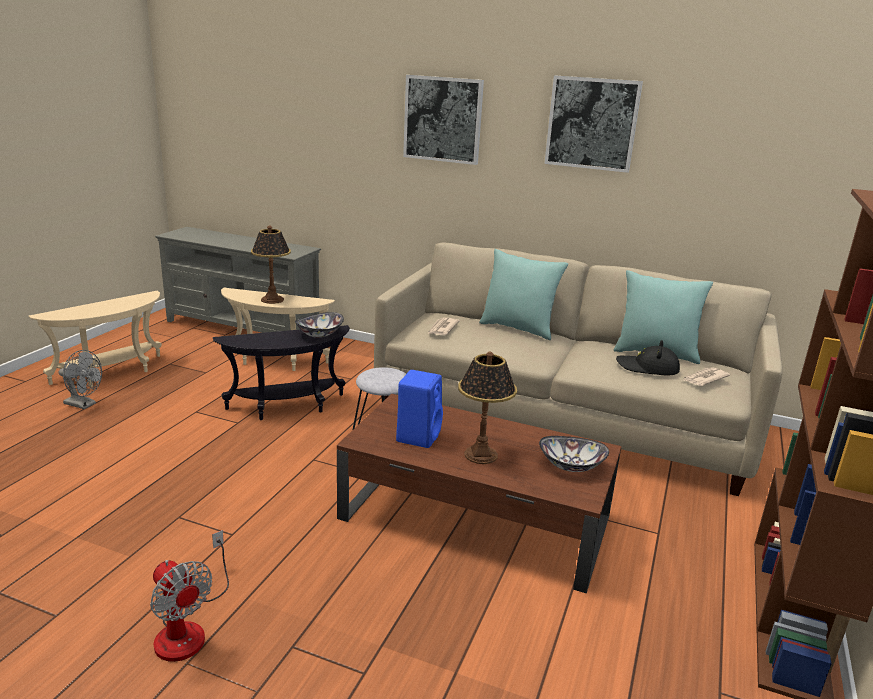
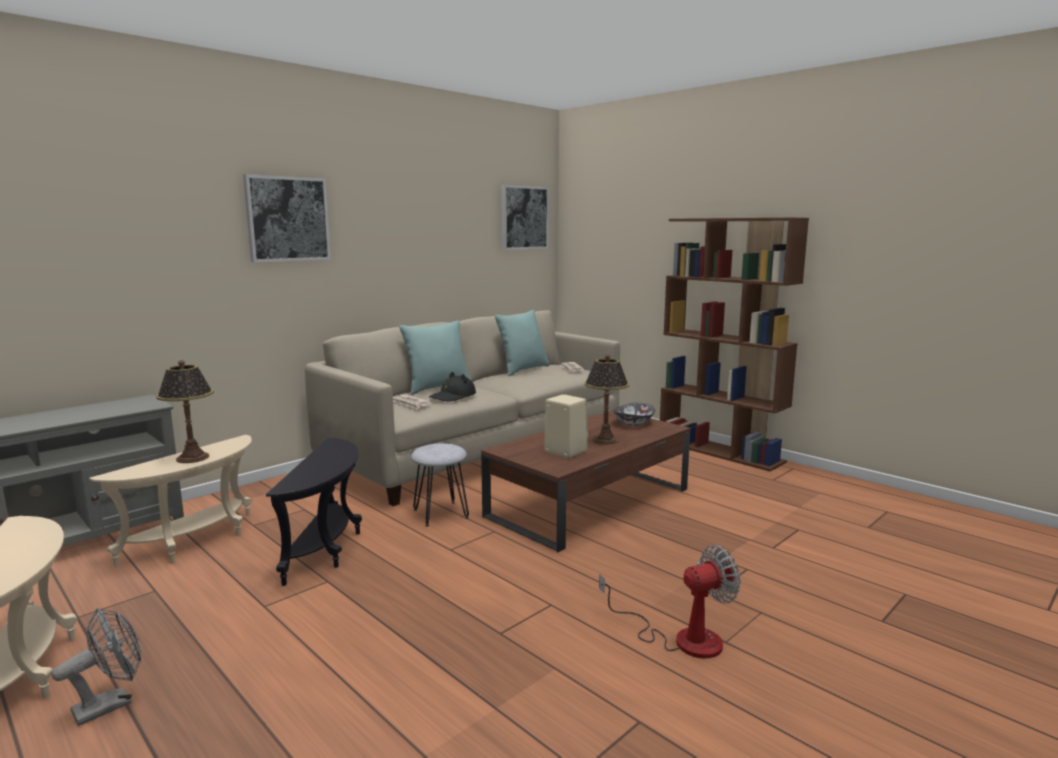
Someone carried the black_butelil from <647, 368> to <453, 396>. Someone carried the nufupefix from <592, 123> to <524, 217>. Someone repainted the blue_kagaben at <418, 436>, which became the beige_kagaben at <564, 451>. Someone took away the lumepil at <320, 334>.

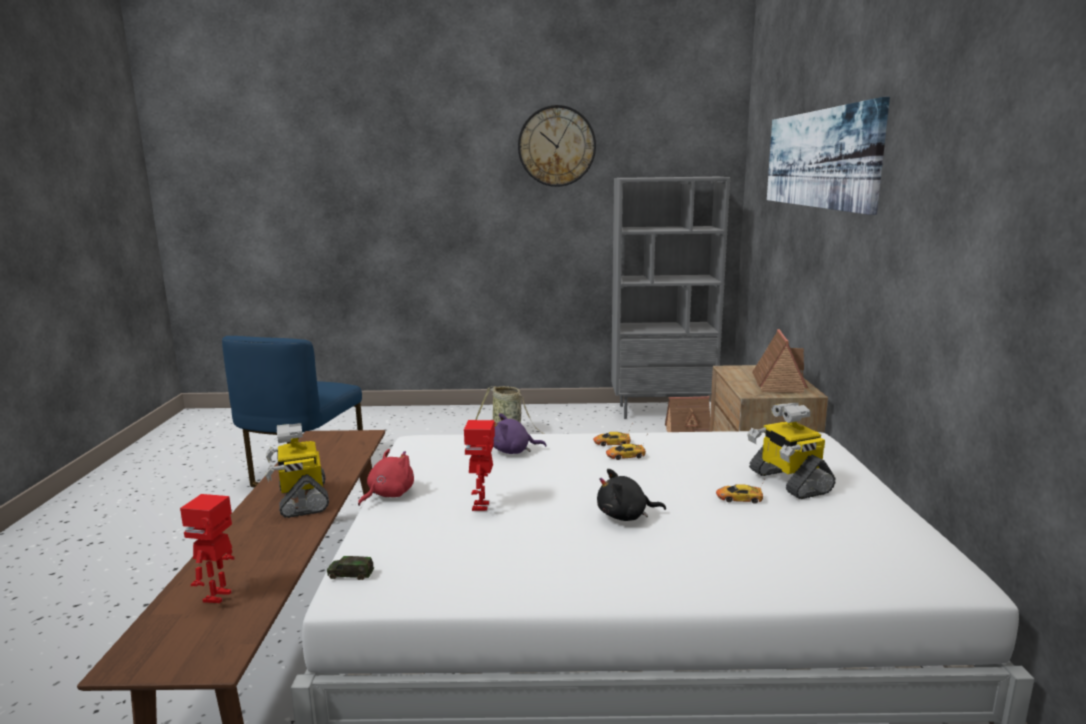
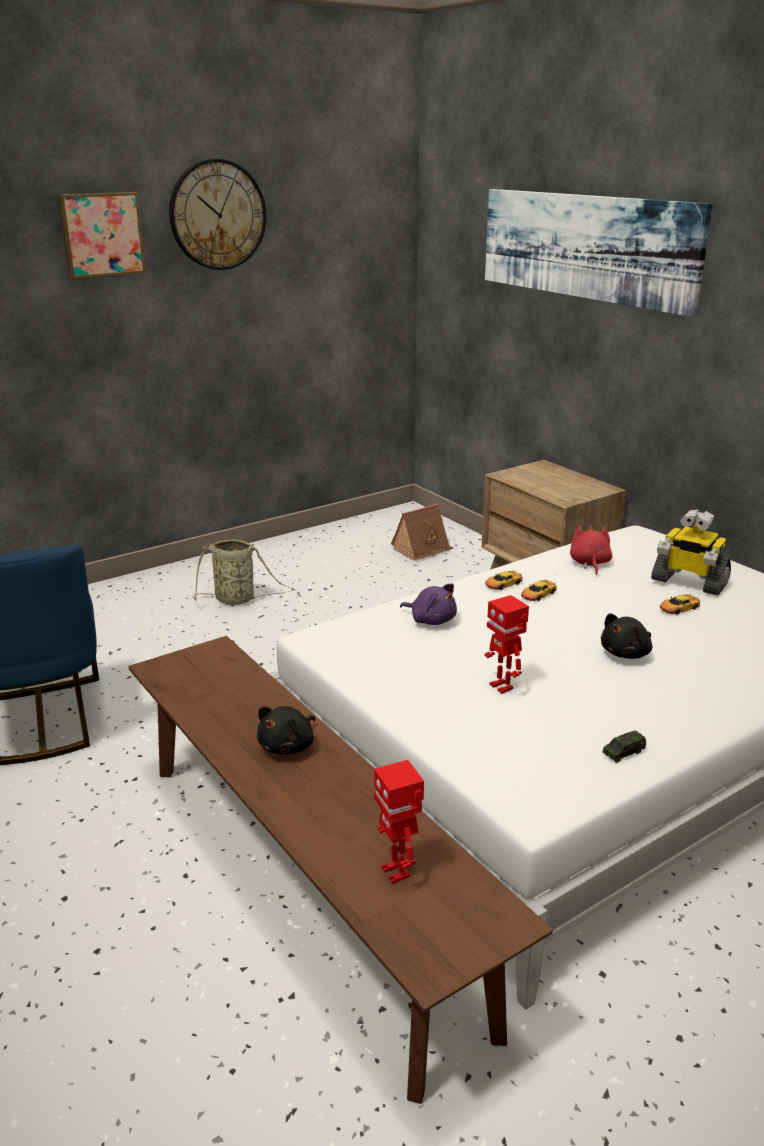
Someone put up the nufupefix at <101, 234>. Someone swapped the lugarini at <302, 500> for the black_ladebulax at <288, 746>. Someone rotated the purple_ladebulax at <513, 451> by 105 degrees counterclockwise. Someone carried the red_ladebulax from <388, 494> to <589, 563>. Someone carried the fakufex from <351, 574> to <623, 752>. Someone took away the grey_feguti at <662, 411>. Someone took away the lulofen at <777, 384>.

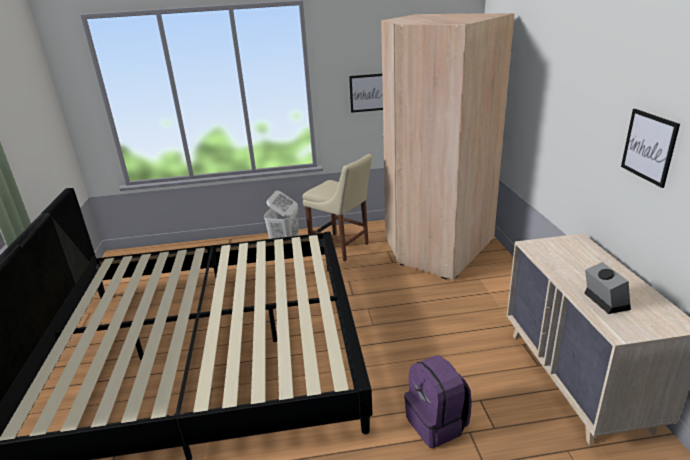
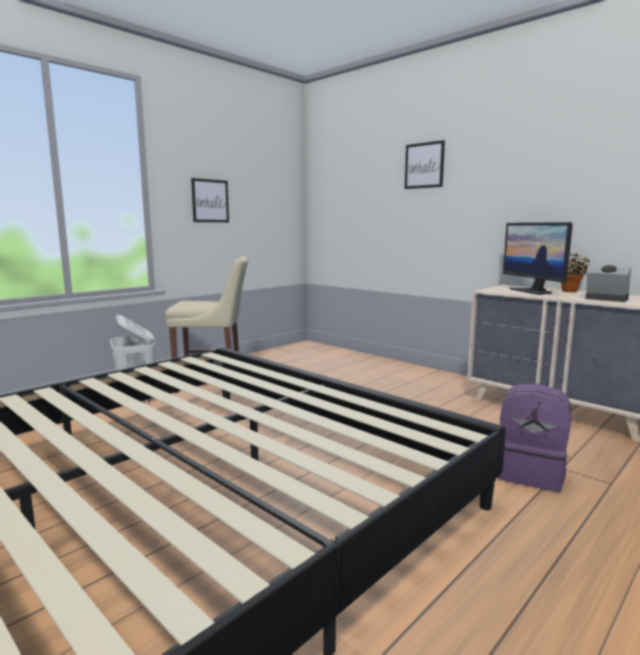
Someone carried the nufupefix from <649, 147> to <424, 165>. Someone put down the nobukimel at <533, 291>. Someone put down the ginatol at <571, 291>. Someone took away the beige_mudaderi at <434, 246>.

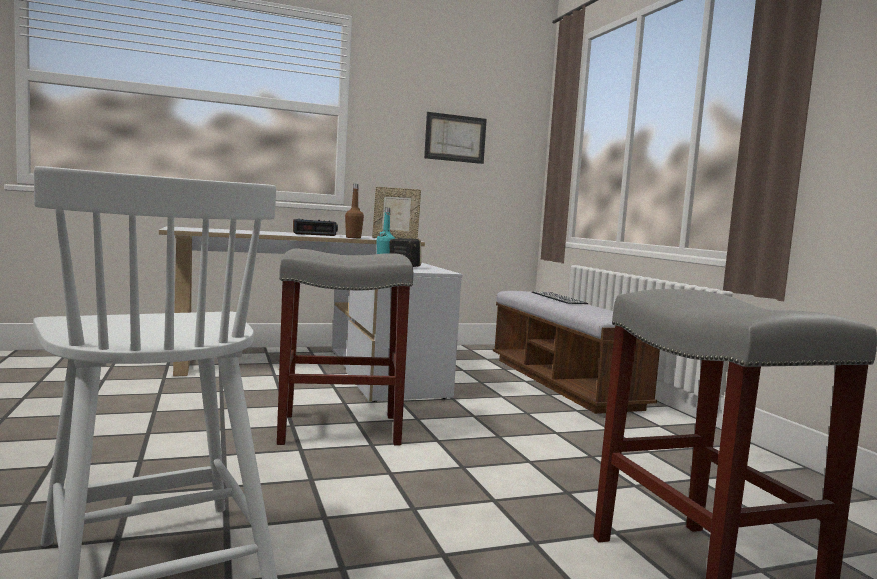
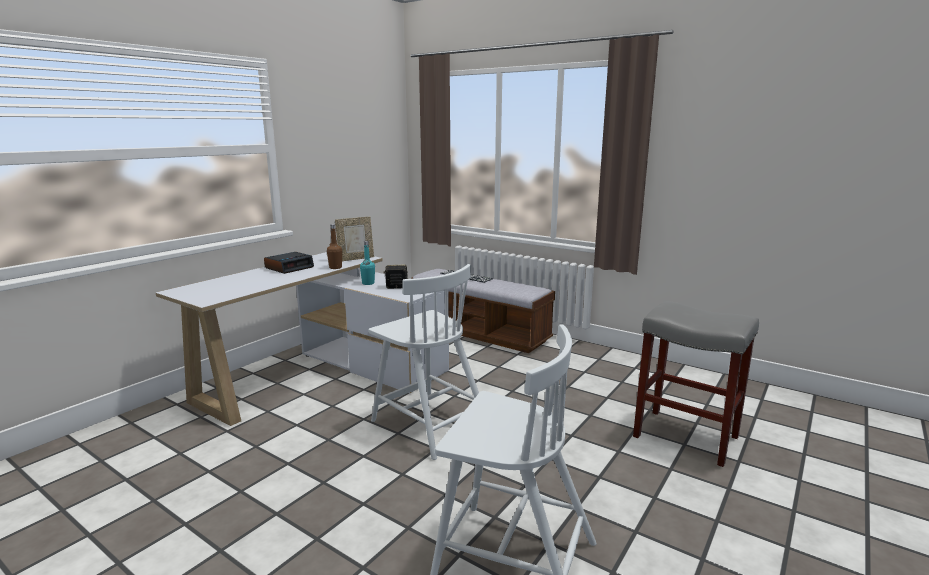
Someone swapped the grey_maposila at <338, 429> for the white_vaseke at <428, 424>. Someone took away the nufupefix at <455, 138>.

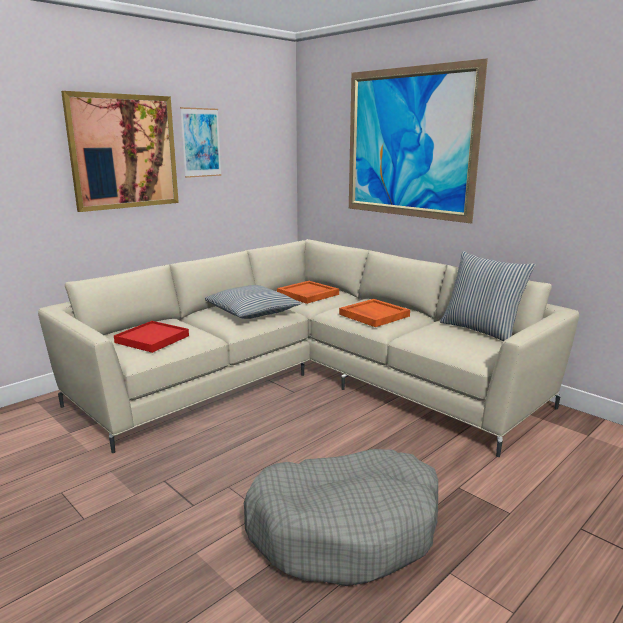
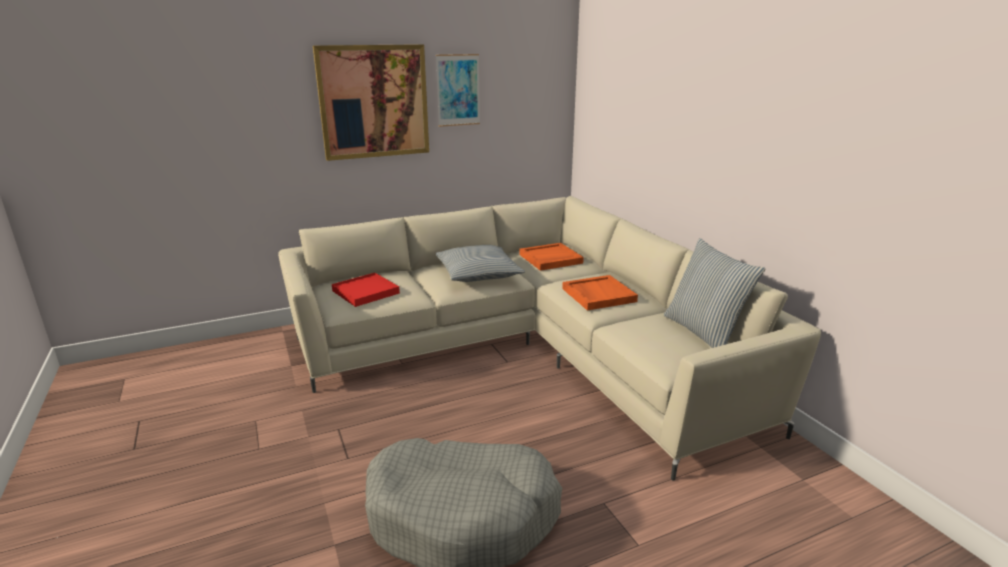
Someone took away the nufupefix at <408, 143>.

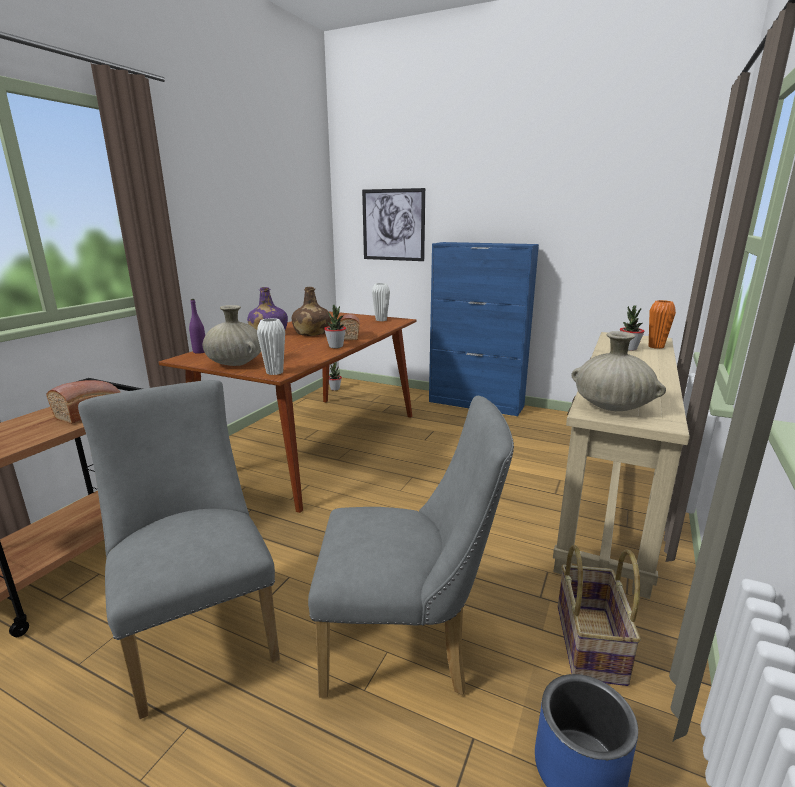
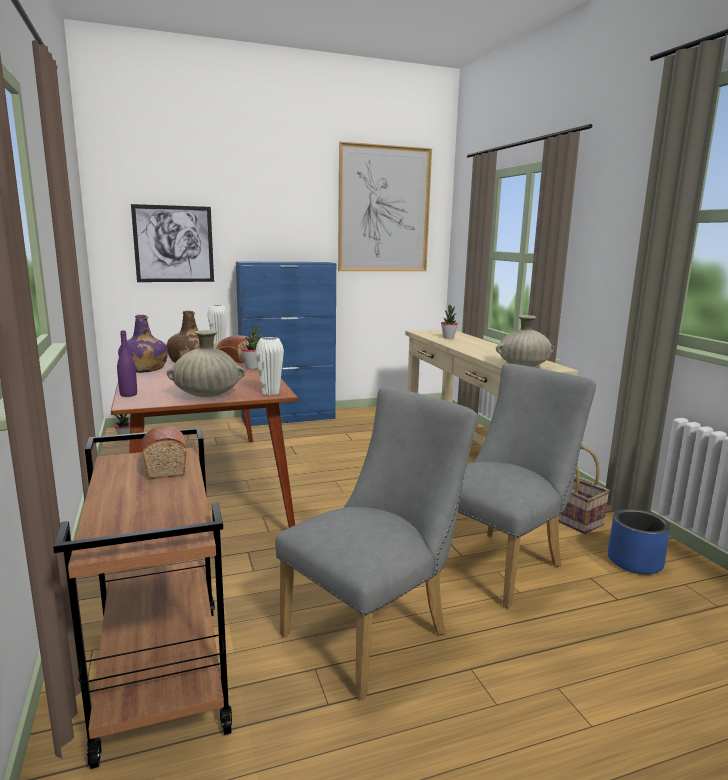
Someone rotated the grey_vaseke at <200, 630> by 120 degrees clockwise. Someone put up the nufupefix at <384, 209>. Someone took away the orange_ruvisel at <656, 347>.

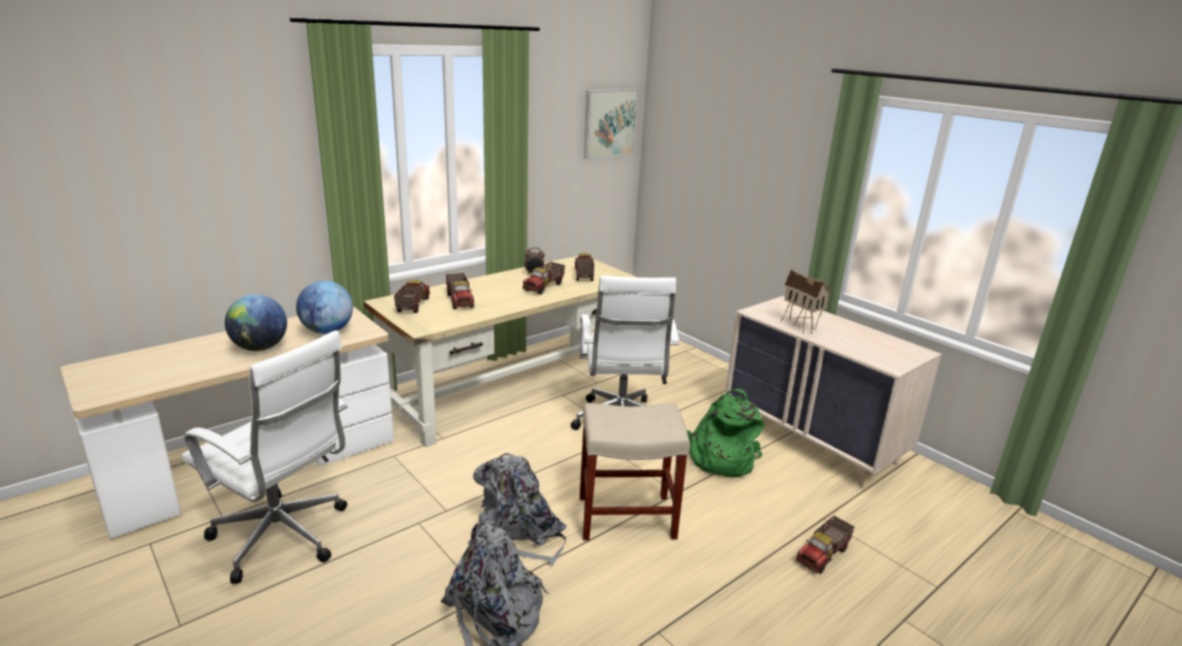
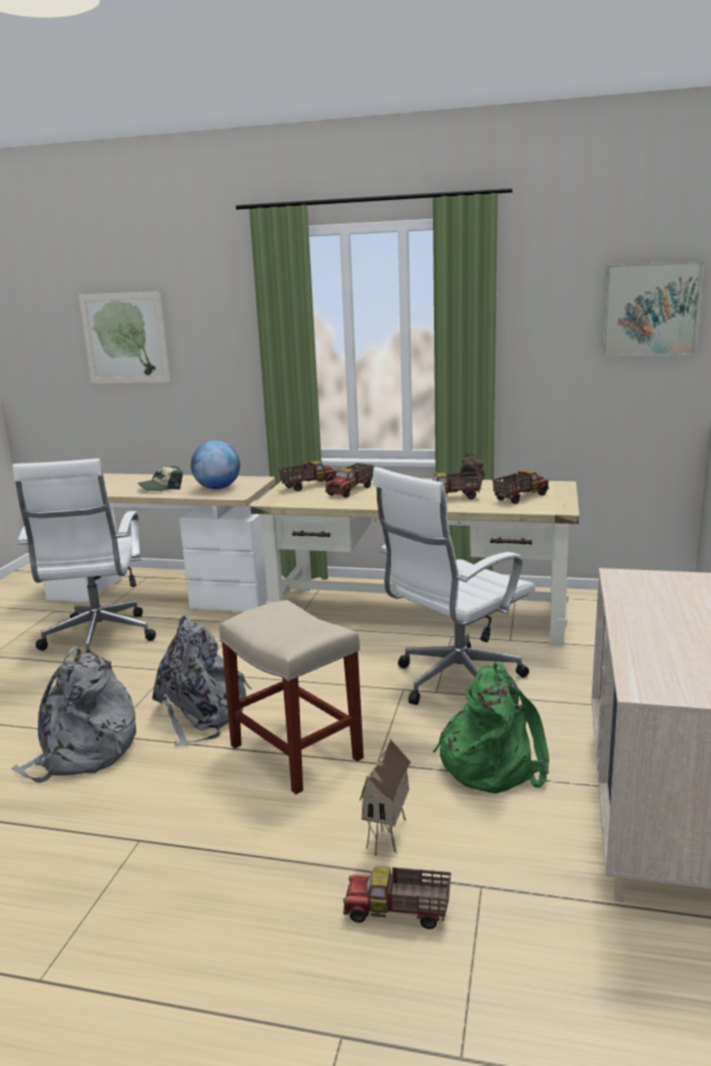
Someone put up the nufupefix at <125, 338>. Someone swapped the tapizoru at <260, 348> for the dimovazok at <161, 487>. Someone carried the lulofen from <800, 327> to <389, 838>.

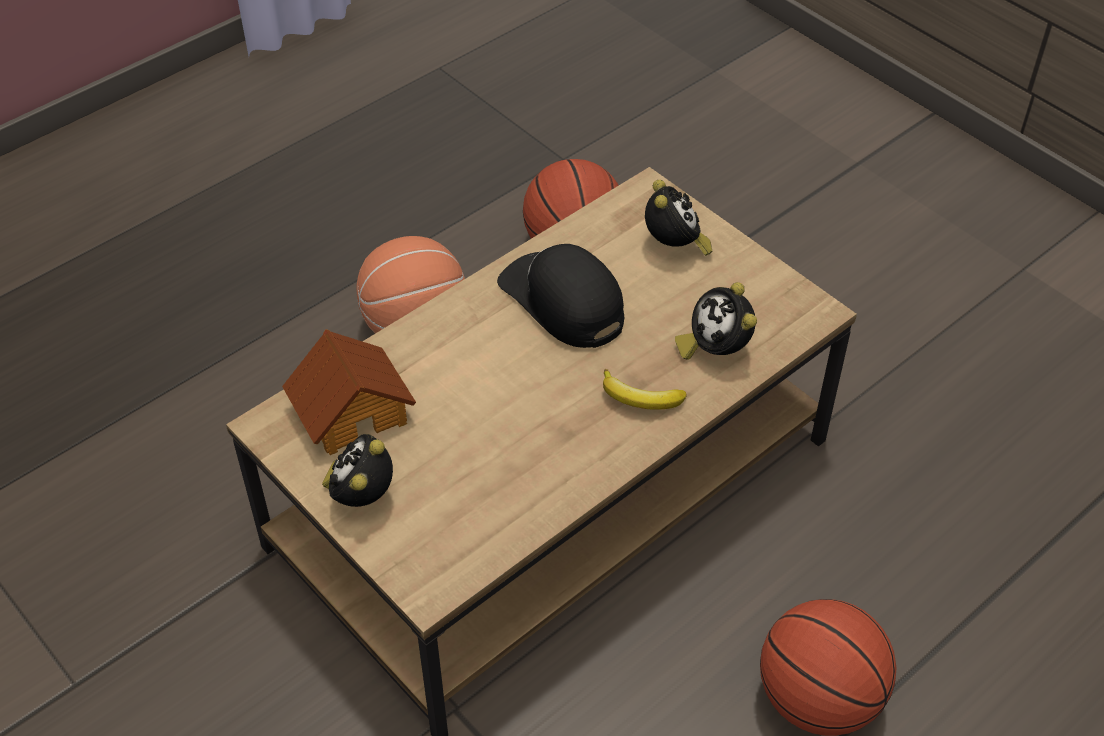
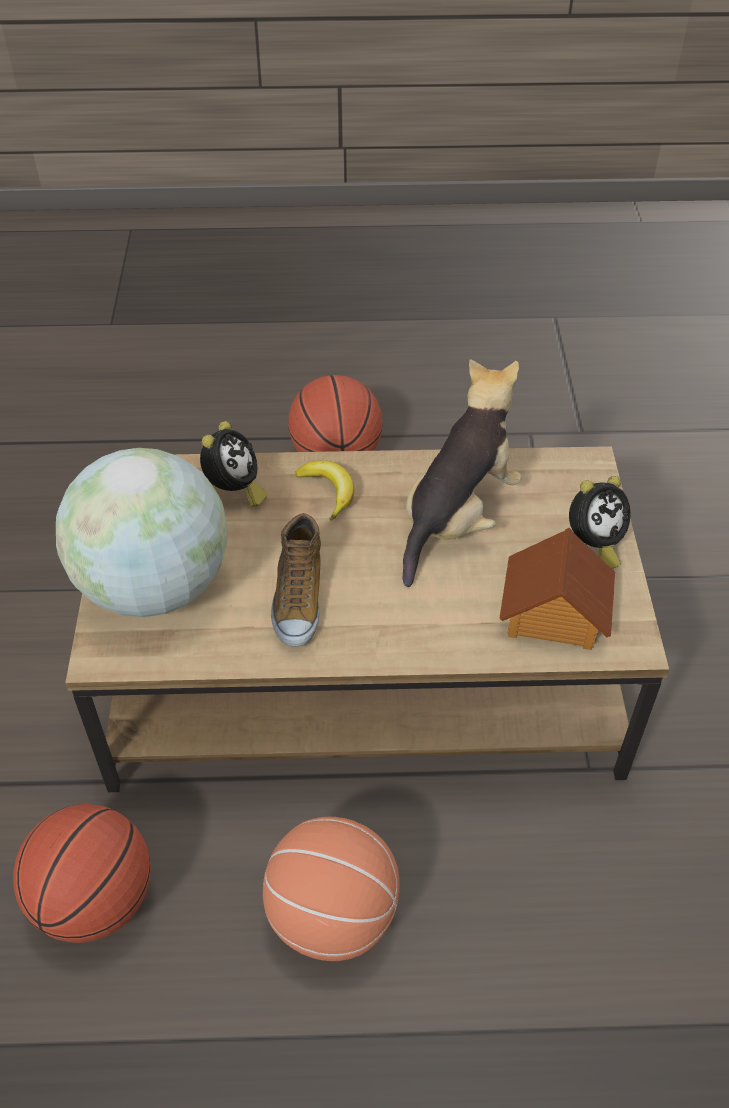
Someone swapped the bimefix at <674, 247> for the tapizoru at <154, 586>. Someone swapped the black_dimovazok at <563, 301> for the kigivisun at <297, 598>. Someone put down the ladebulax at <457, 517>.

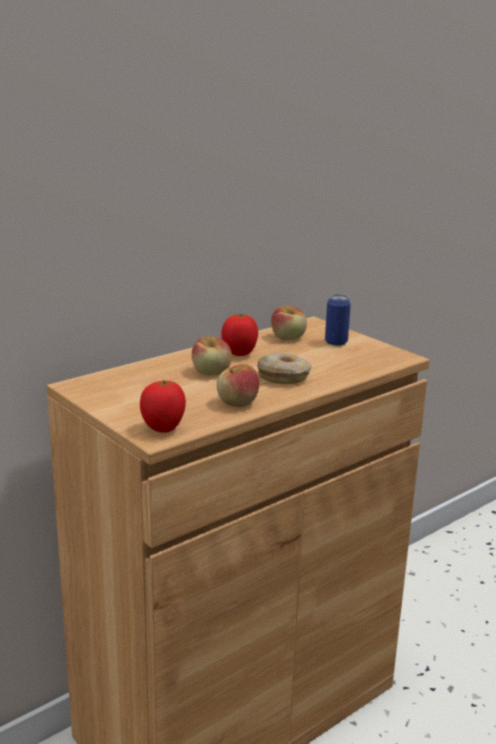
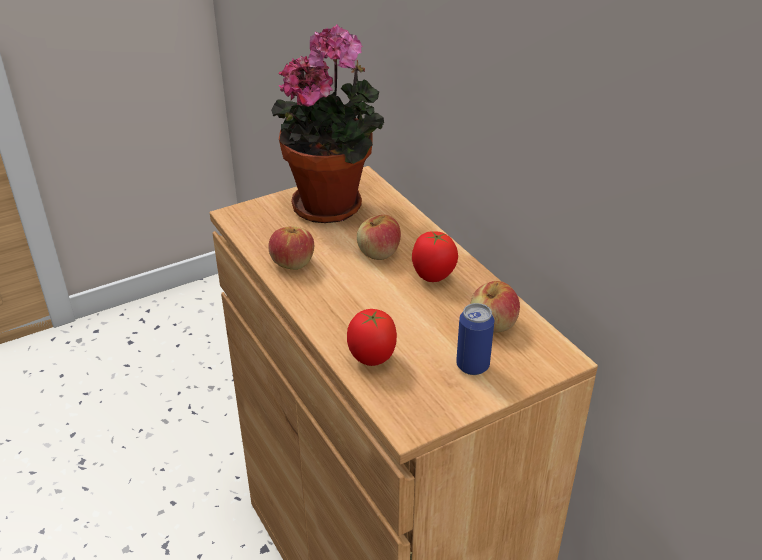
Someone put down the ginatol at <333, 204>. Someone carried the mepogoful from <163, 429> to <372, 359>. Someone took away the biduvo at <283, 377>.

